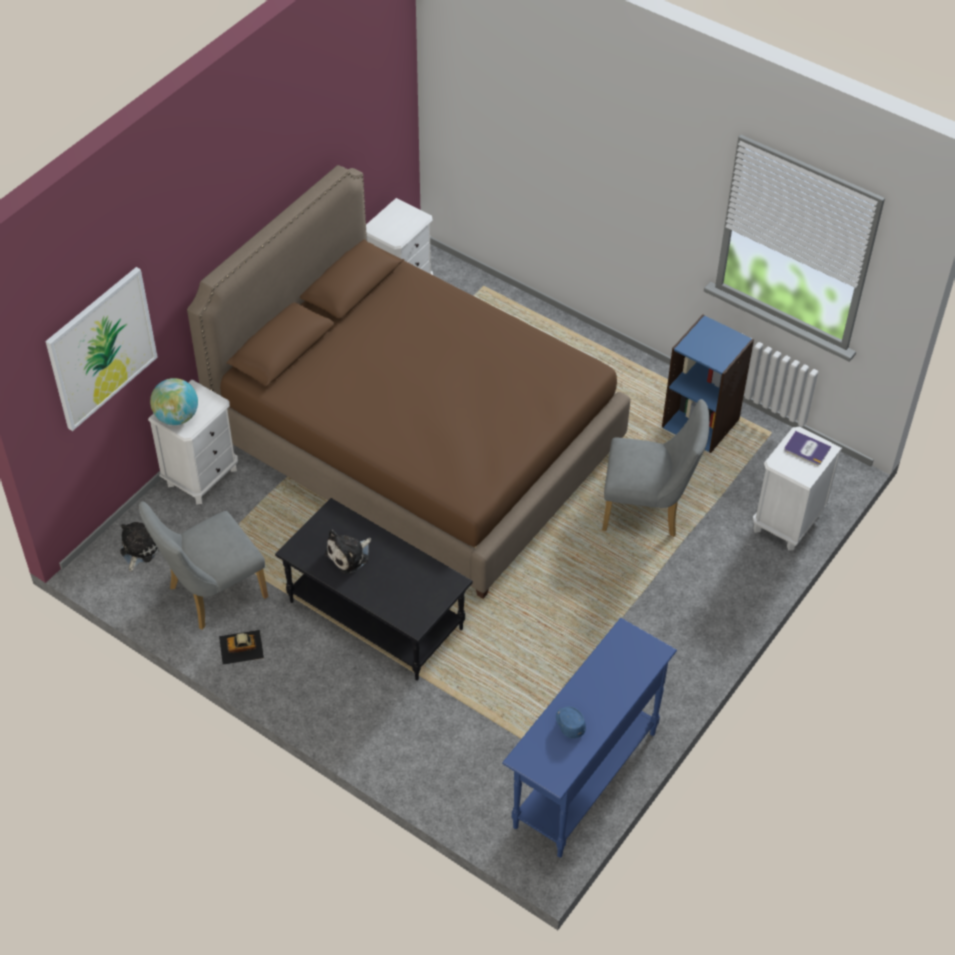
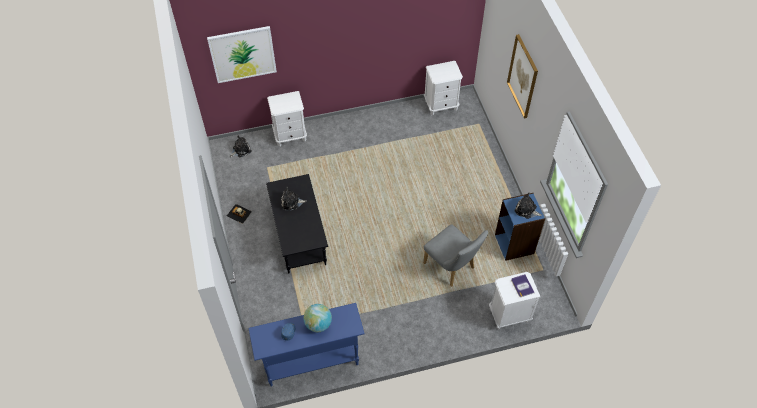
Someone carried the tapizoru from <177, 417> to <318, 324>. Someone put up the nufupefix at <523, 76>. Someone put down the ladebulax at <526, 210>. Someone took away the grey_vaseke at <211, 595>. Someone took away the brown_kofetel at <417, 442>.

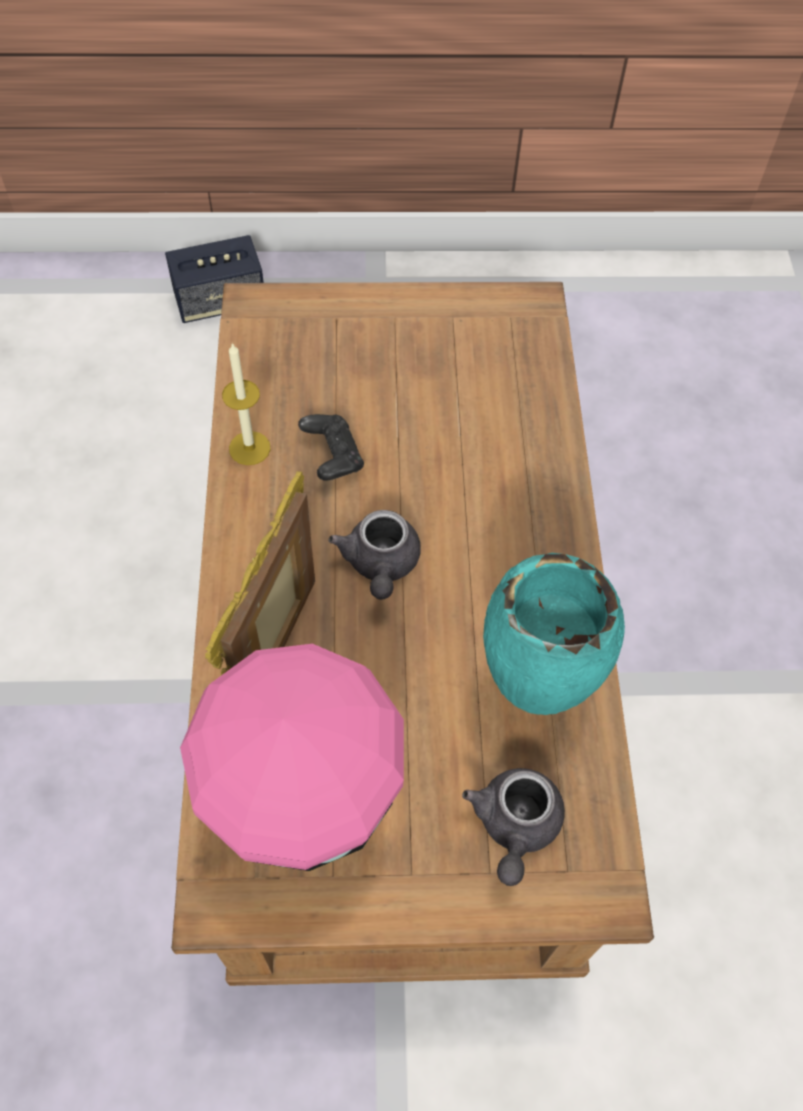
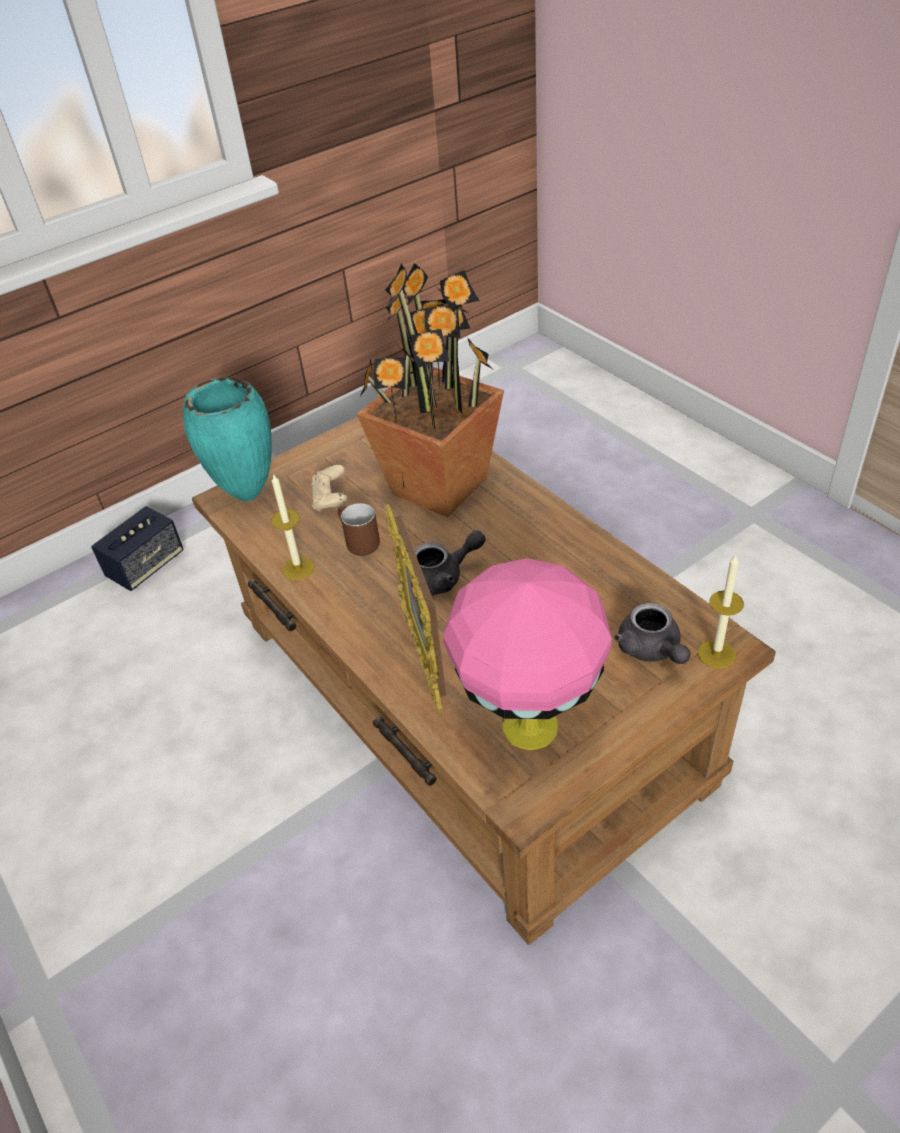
Someone carried the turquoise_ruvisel from <531, 693> to <247, 496>. Someone put down the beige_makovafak at <331, 499>. Someone swapped the black_makovafak at <332, 457> for the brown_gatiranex at <357, 543>. Someone put down the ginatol at <439, 485>. Someone rotated the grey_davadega at <380, 565> by 75 degrees counterclockwise. Someone put down the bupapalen at <716, 654>.

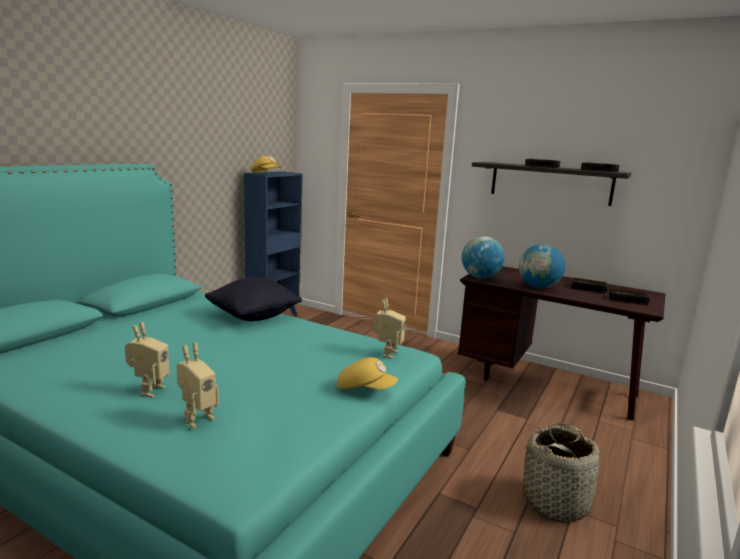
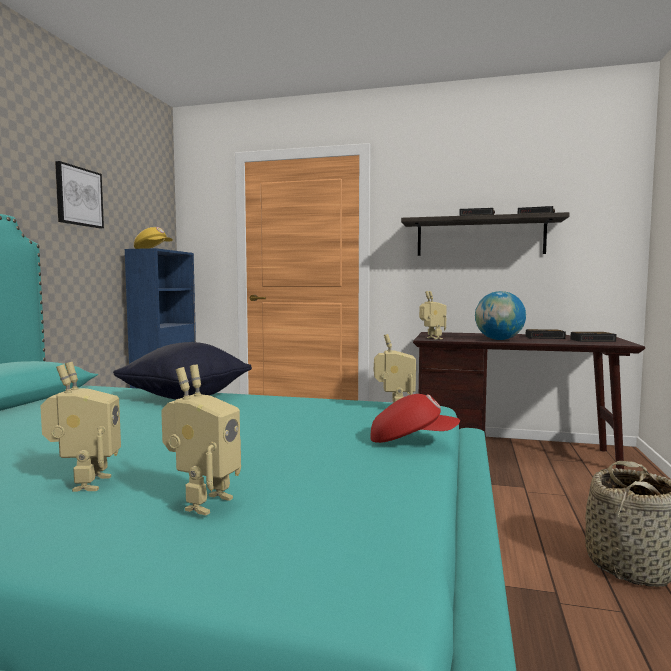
Someone put up the nufupefix at <78, 196>. Someone repainted the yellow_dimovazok at <365, 389>, which became the red_dimovazok at <412, 440>. Someone swapped the tapizoru at <480, 277> for the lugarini at <432, 338>.

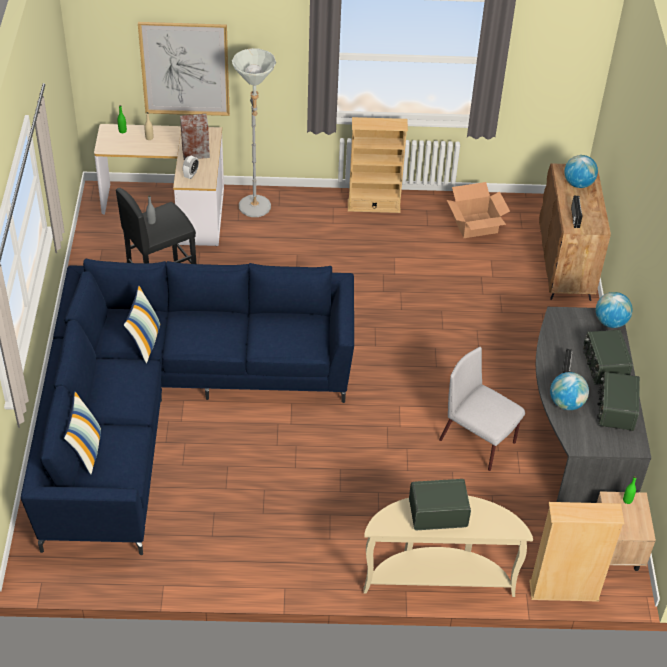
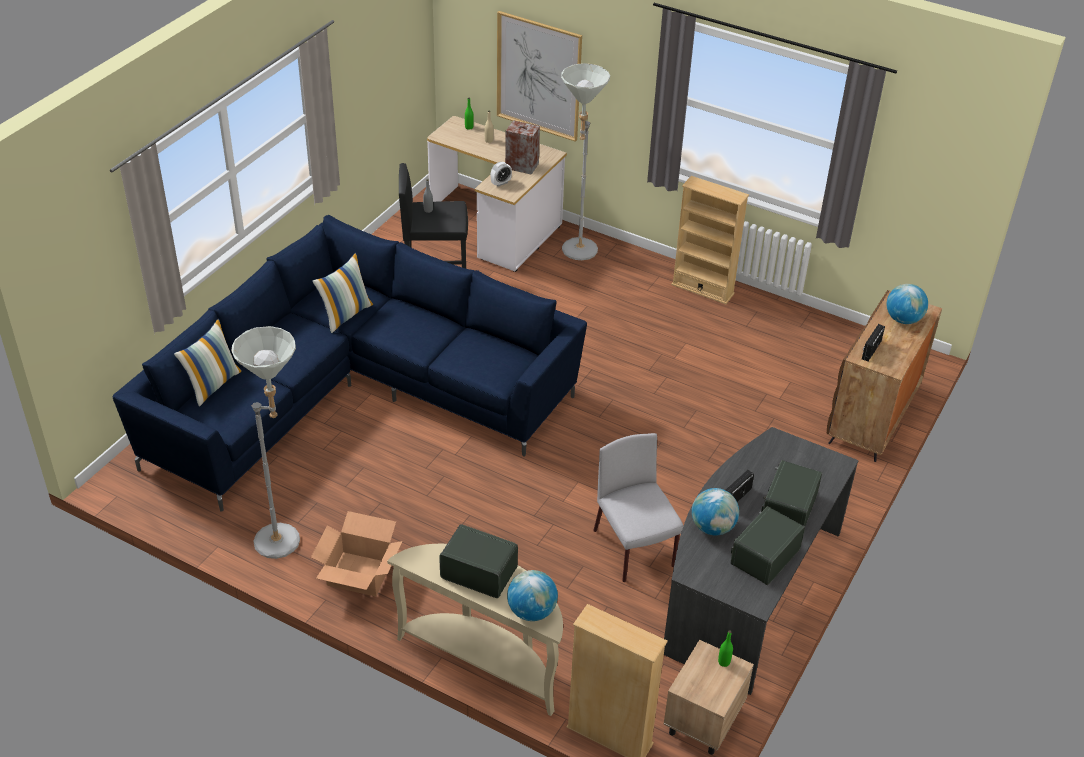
Someone put down the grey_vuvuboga at <287, 541>. Someone carried the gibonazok from <475, 225> to <359, 574>. Someone carried the tapizoru from <610, 322> to <531, 611>.

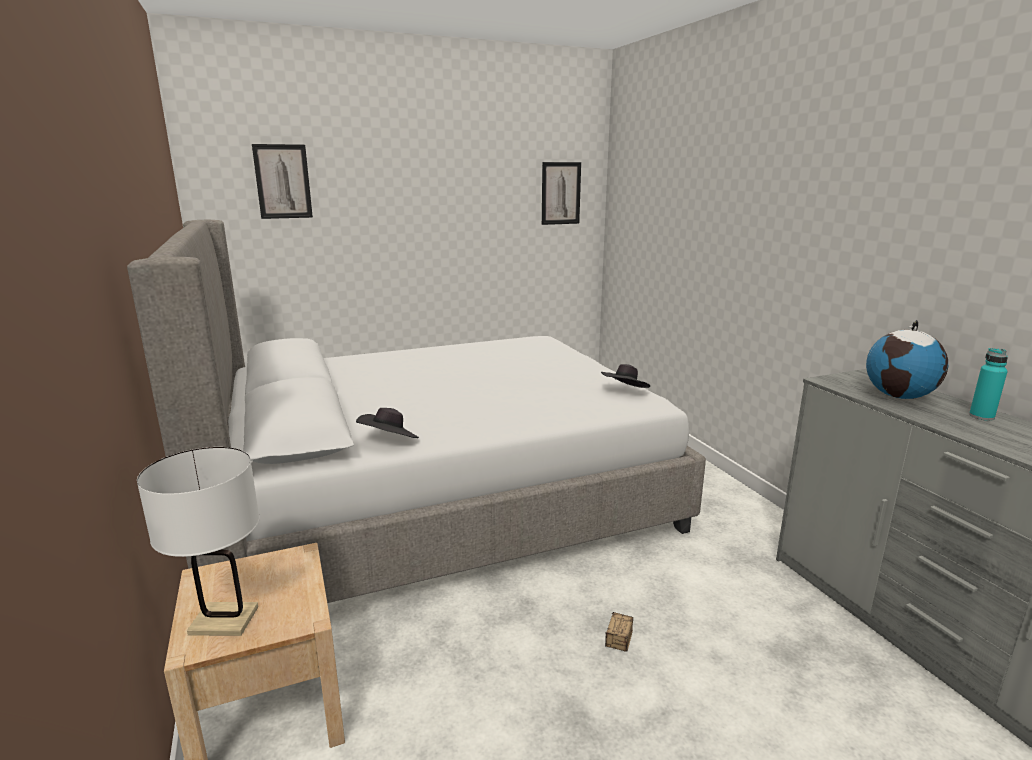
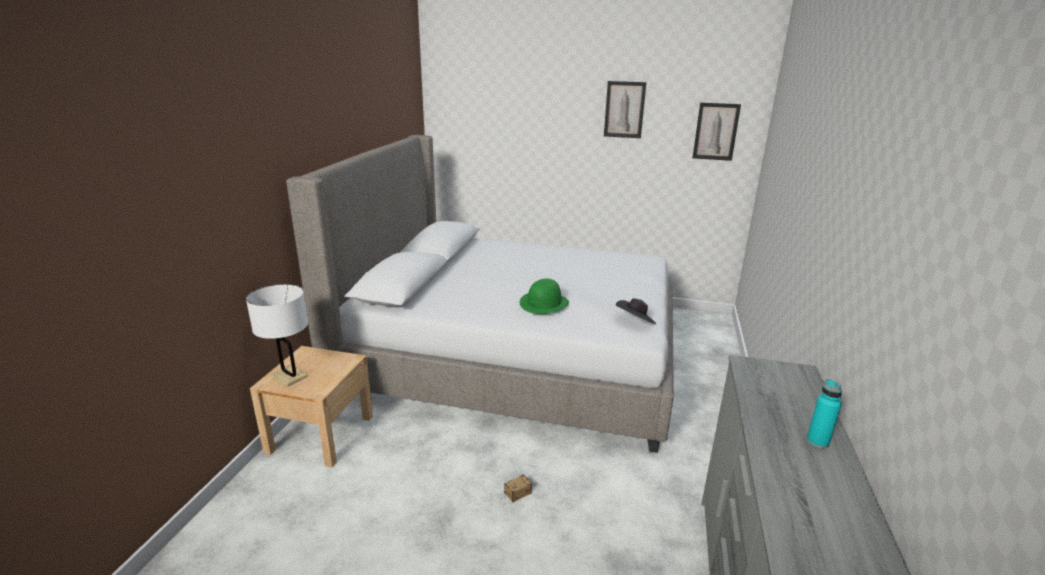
Someone put down the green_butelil at <544, 303>. Someone carried the nufupefix from <283, 181> to <624, 109>. Someone took away the black_butelil at <389, 441>. Someone took away the tapizoru at <900, 396>.

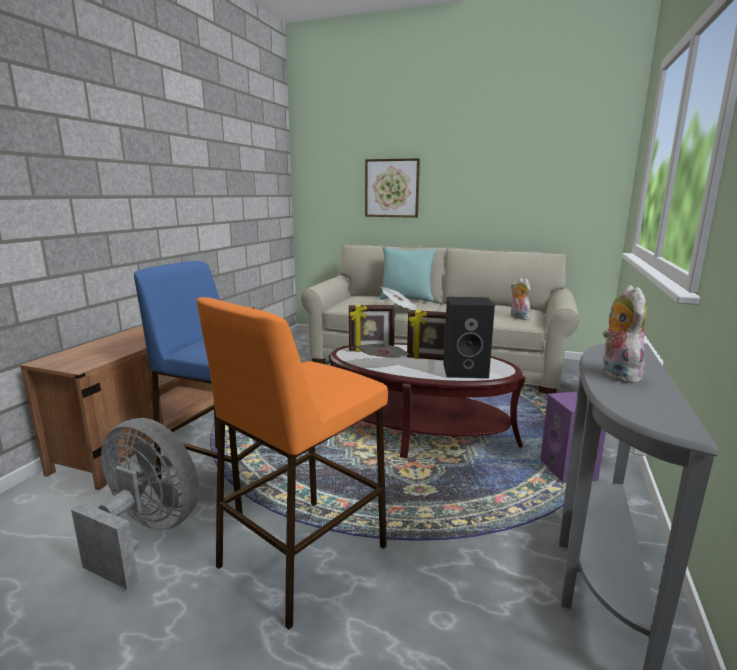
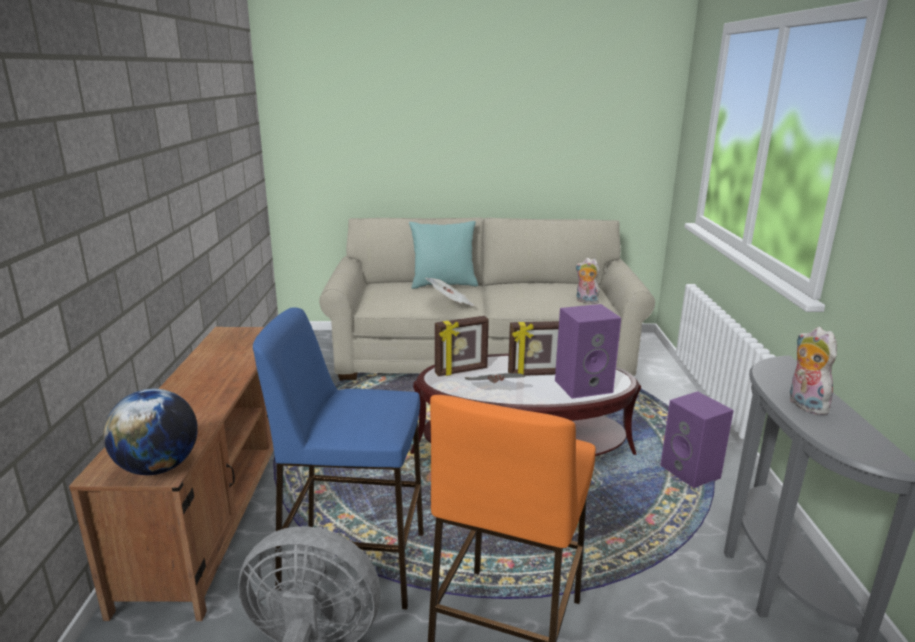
Someone put down the tapizoru at <158, 467>. Someone repainted the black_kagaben at <466, 370>, which became the purple_kagaben at <584, 386>. Someone took away the nufupefix at <392, 188>.

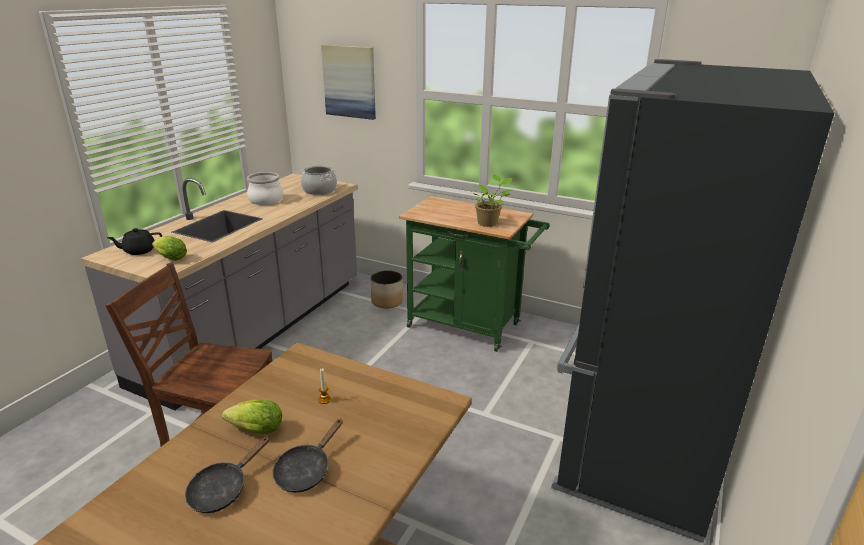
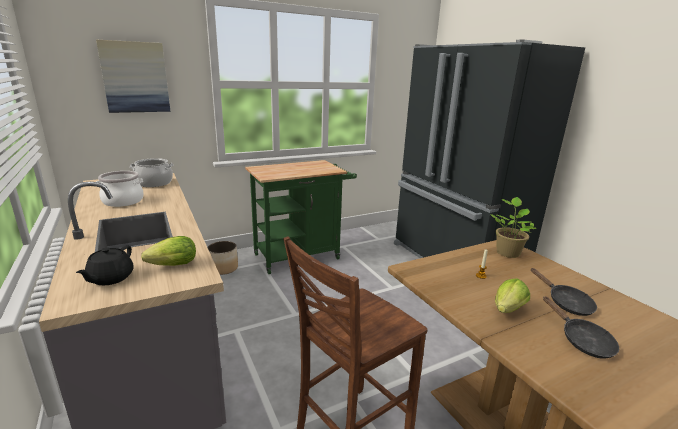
Someone carried the ginatol from <489, 223> to <507, 252>.

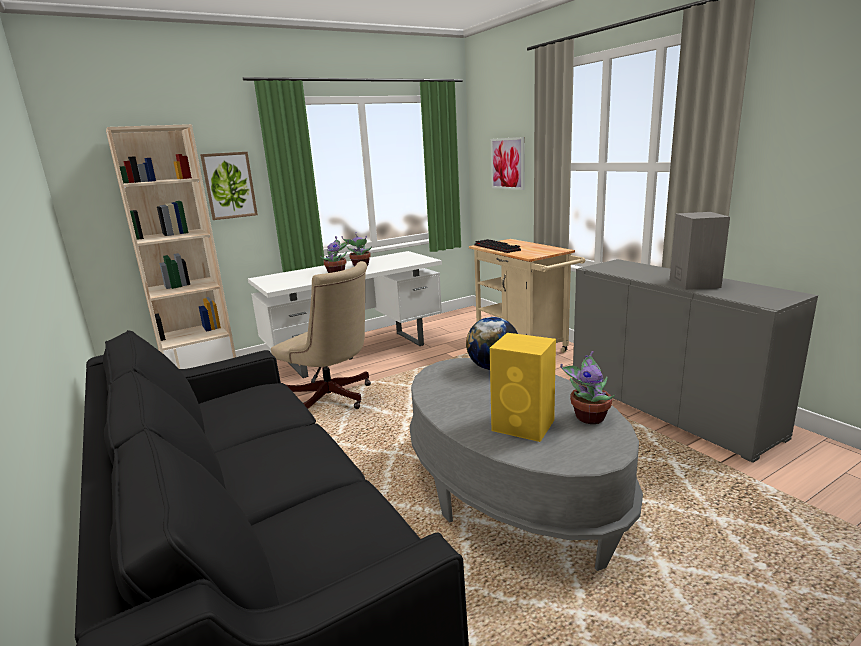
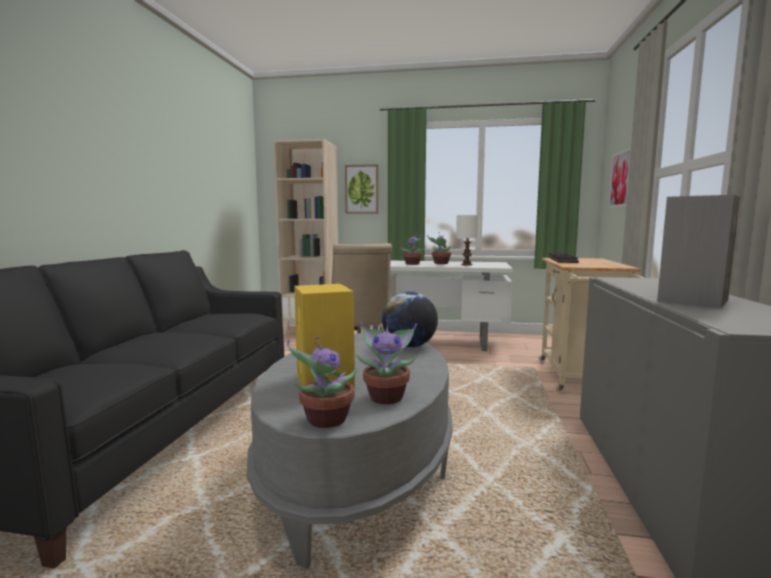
Someone put down the ginatol at <324, 421>. Someone put down the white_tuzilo at <467, 265>.

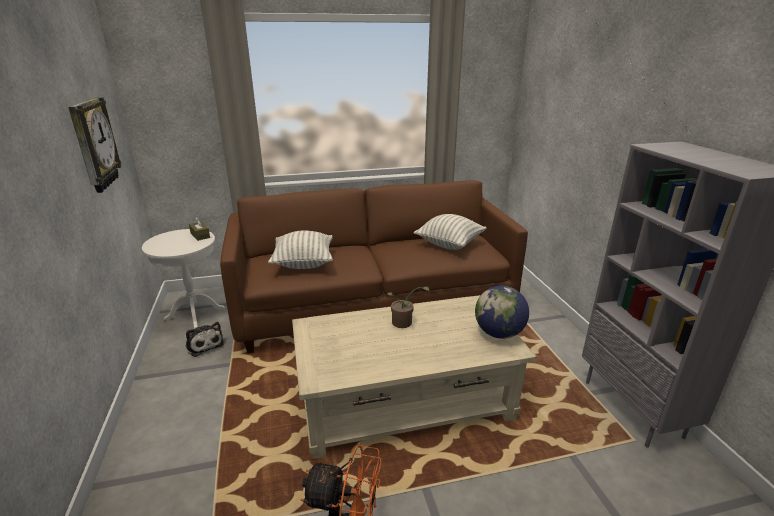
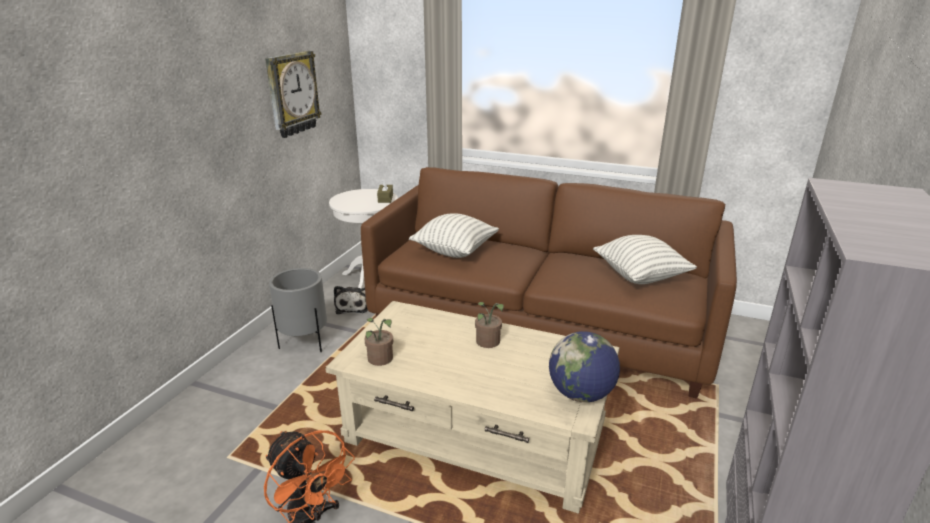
Someone put down the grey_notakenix at <304, 343>. Someone put down the ginatol at <380, 360>.

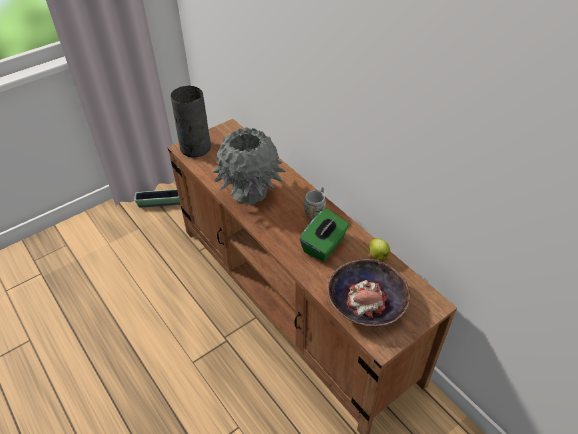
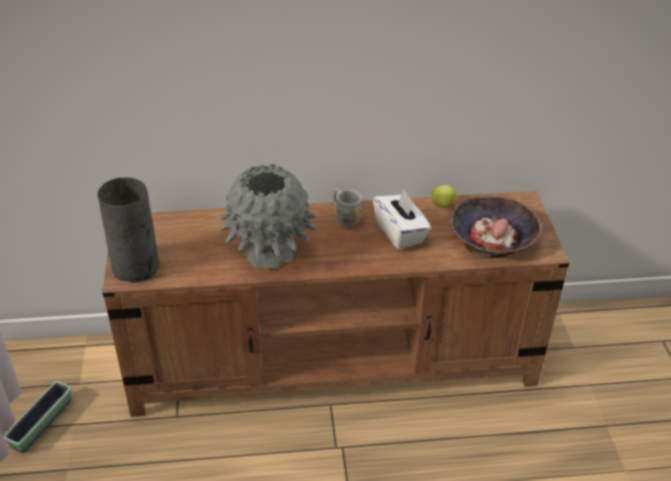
Someone repainted the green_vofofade at <324, 245>, which became the white_vofofade at <400, 233>.

